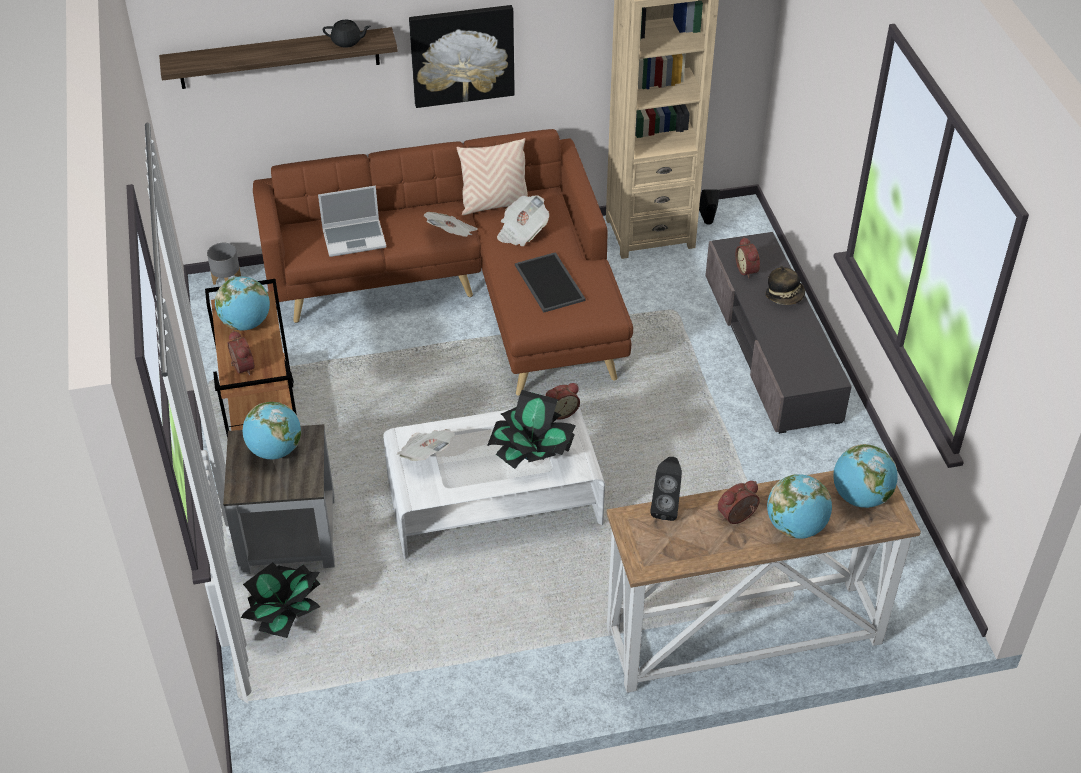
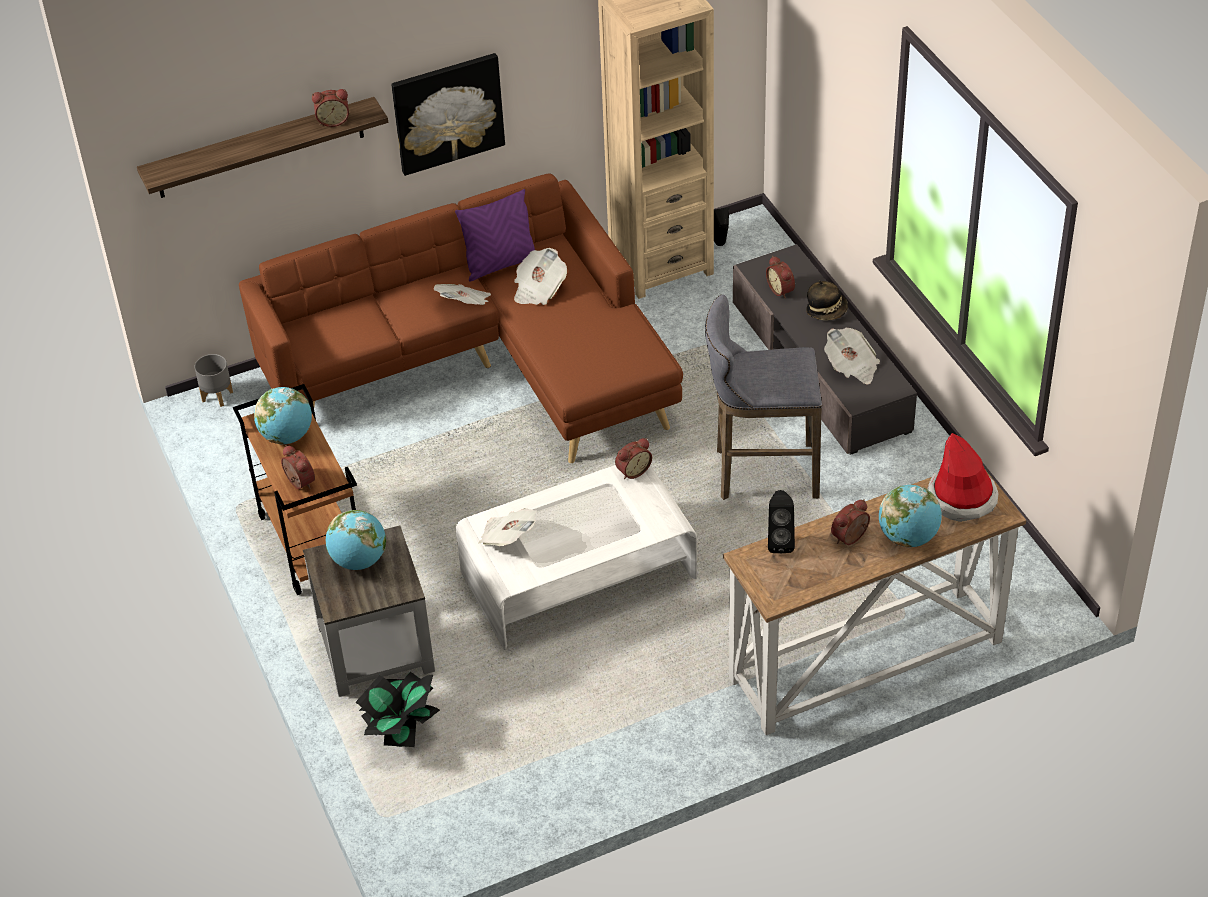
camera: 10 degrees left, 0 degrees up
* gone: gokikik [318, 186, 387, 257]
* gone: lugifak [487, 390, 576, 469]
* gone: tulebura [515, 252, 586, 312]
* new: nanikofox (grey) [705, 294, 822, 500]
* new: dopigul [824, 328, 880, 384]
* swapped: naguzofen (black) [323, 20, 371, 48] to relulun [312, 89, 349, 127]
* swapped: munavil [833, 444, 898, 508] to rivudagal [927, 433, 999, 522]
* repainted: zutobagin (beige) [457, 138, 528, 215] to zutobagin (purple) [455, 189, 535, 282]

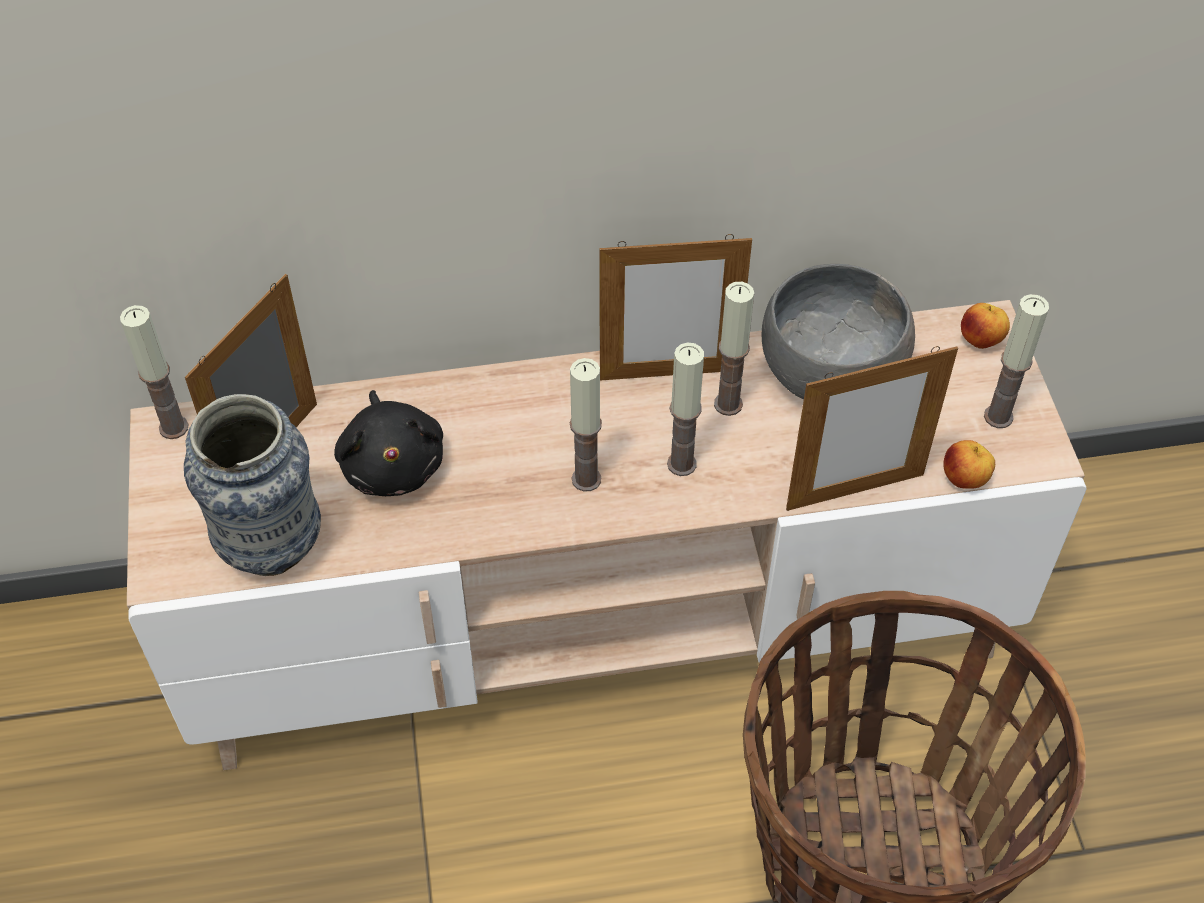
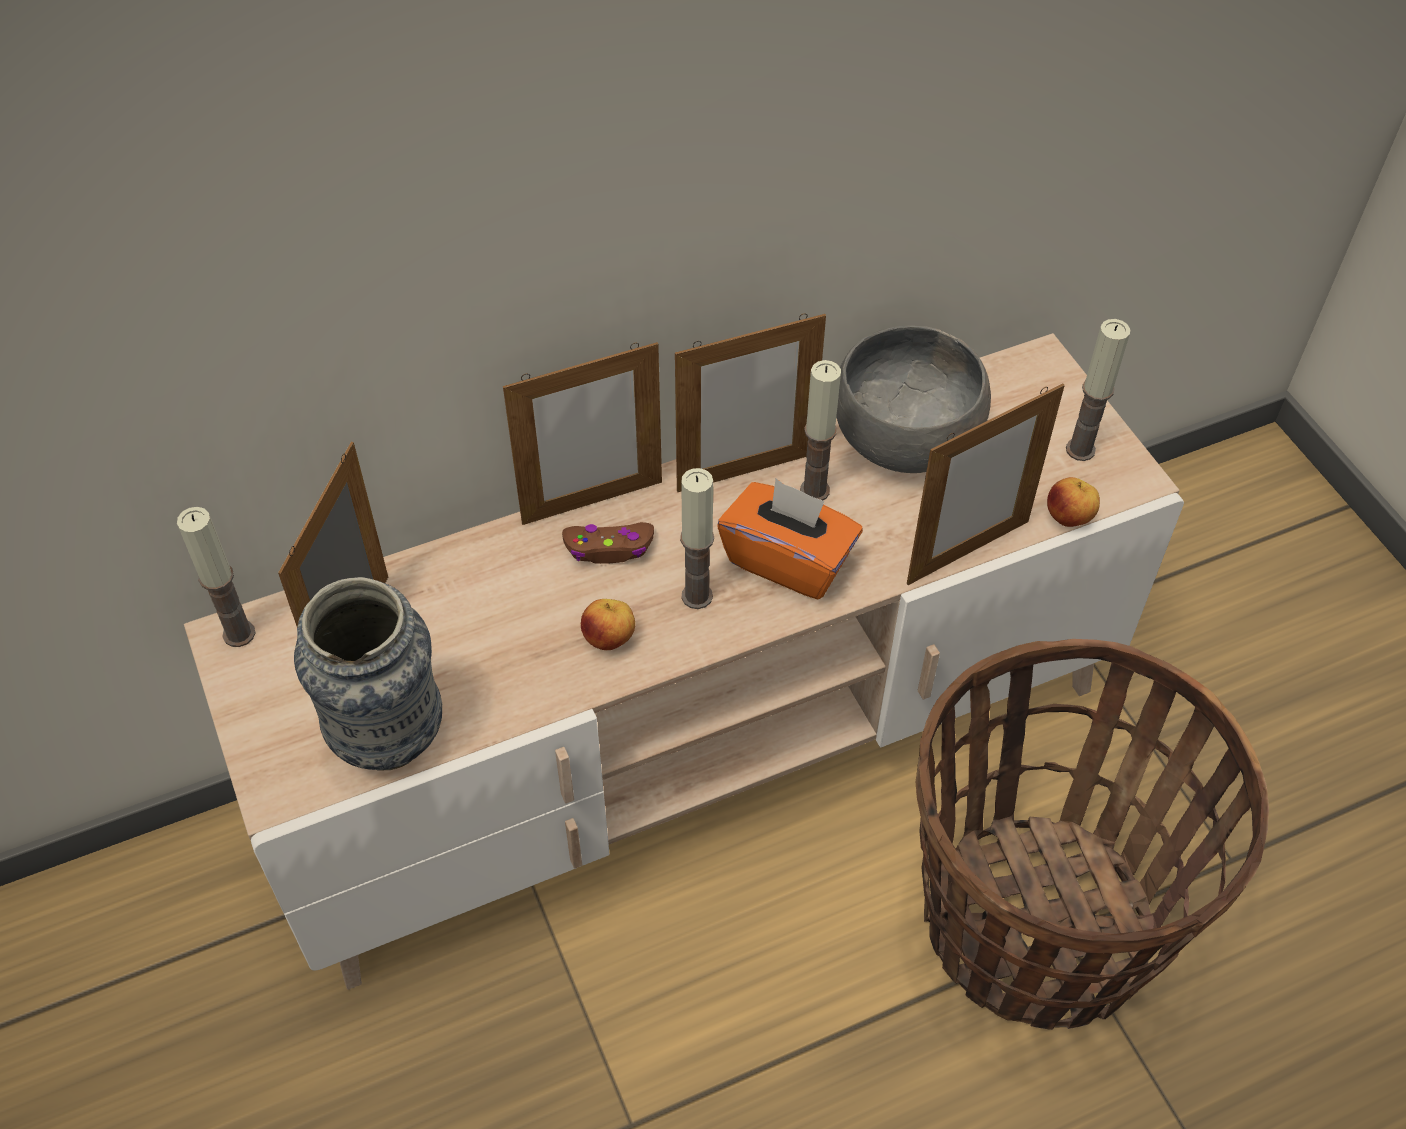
camera: 15 degrees left, 0 degrees up
* gone: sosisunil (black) [334, 390, 443, 496]
* new: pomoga [503, 342, 662, 525]
* new: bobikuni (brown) [562, 522, 654, 564]
* shifted: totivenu [961, 303, 1010, 349] to [581, 599, 635, 650]
* swapped: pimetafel [667, 342, 704, 476] to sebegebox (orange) [718, 479, 863, 600]

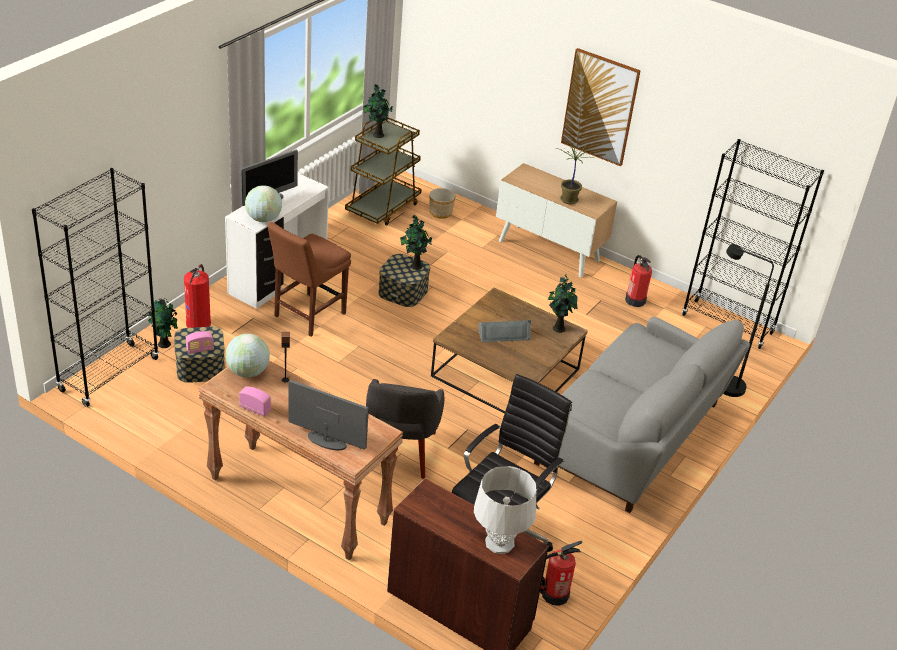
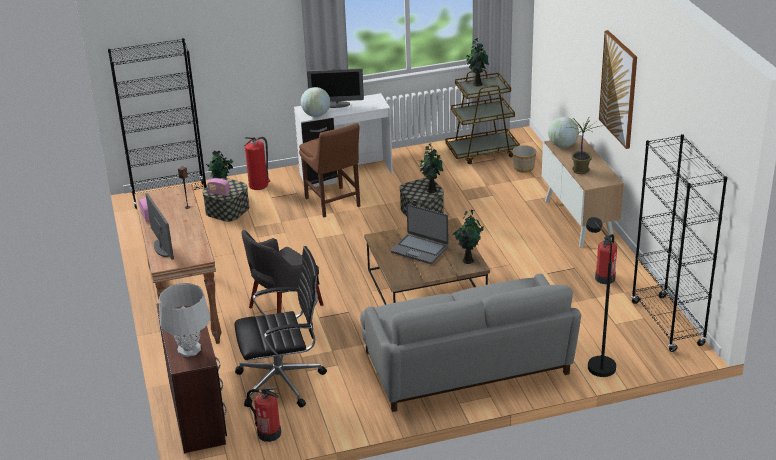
camera: 45 degrees right, 5 degrees down
* shifted: munavil [225, 334, 270, 378] to [548, 117, 579, 148]
* swapped: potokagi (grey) [479, 320, 531, 342] to gokikik [391, 204, 448, 264]
* rotated: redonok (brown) [267, 222, 351, 337] = [299, 123, 360, 217] 105 degrees counterclockwise

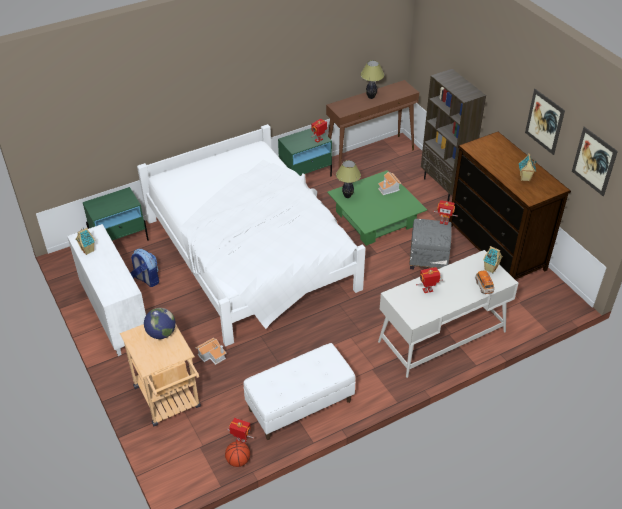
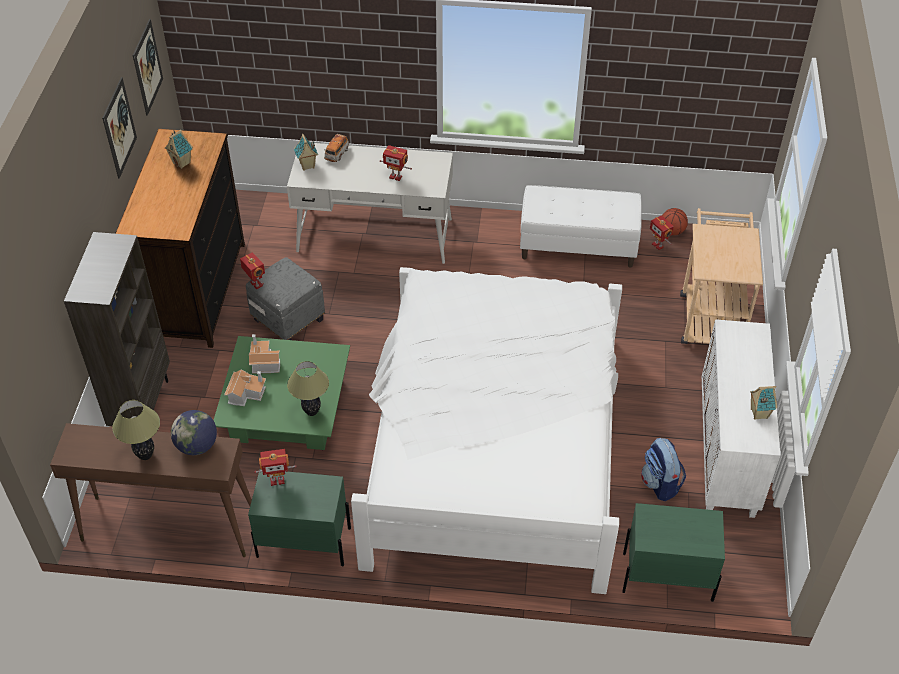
camera: 145 degrees left, 5 degrees up
* shifted: munavil [144, 308, 176, 339] to [171, 410, 217, 455]
* shifted: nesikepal [196, 338, 227, 365] to [249, 334, 280, 373]

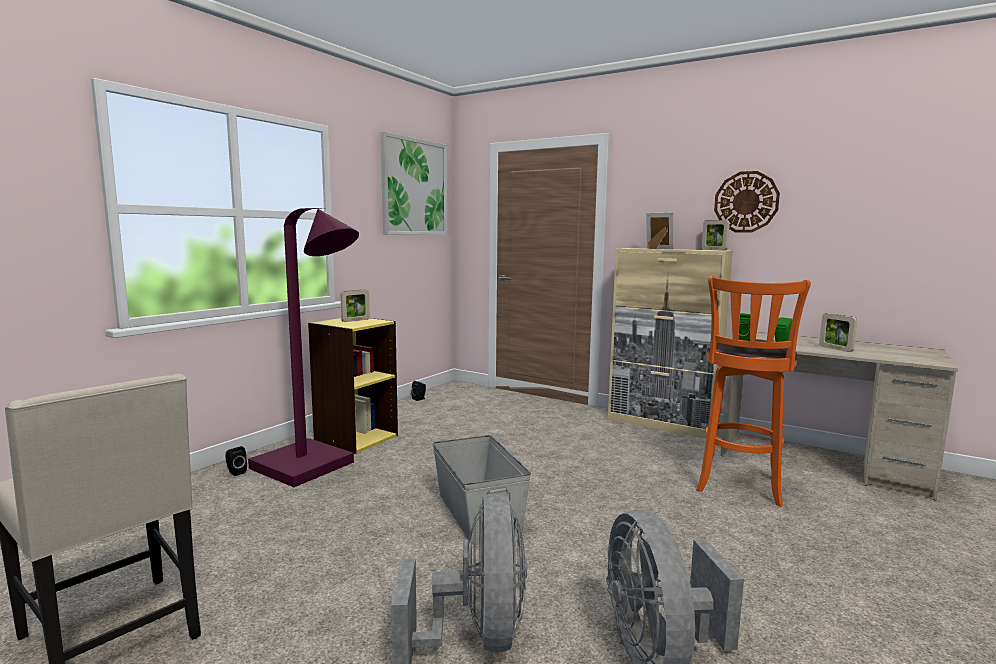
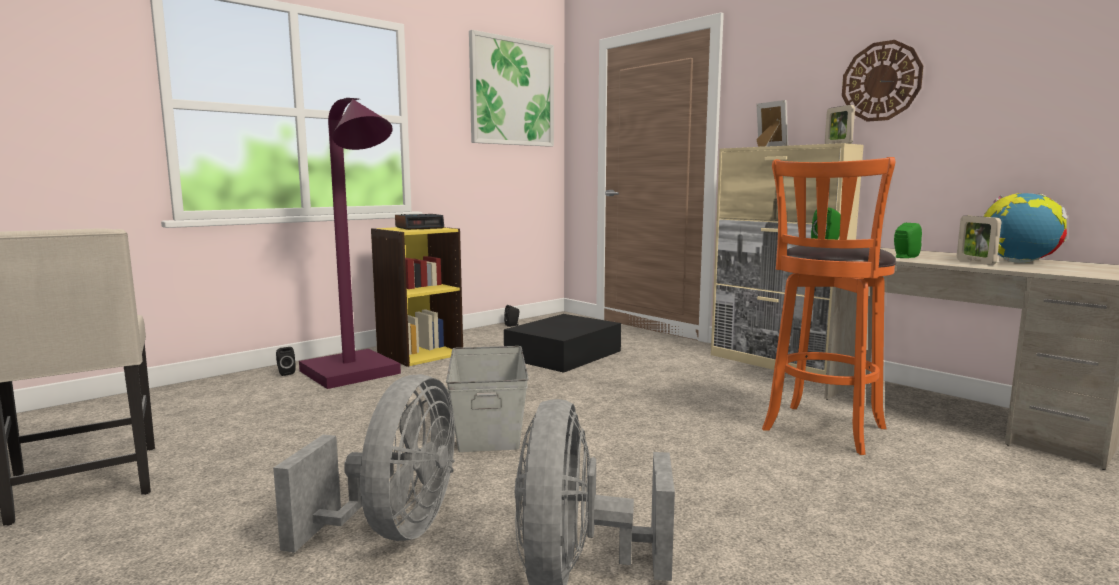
camera: 15 degrees right, 0 degrees up
* new: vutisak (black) [504, 314, 621, 373]
* new: munavil [983, 193, 1067, 263]
* swapped: pomoga [340, 290, 370, 322] to relulun [395, 214, 444, 230]

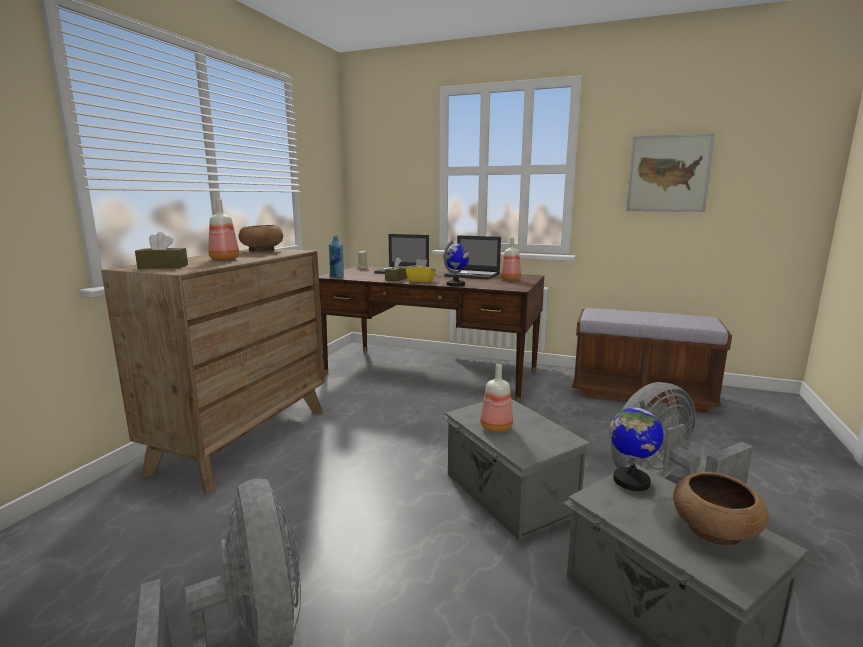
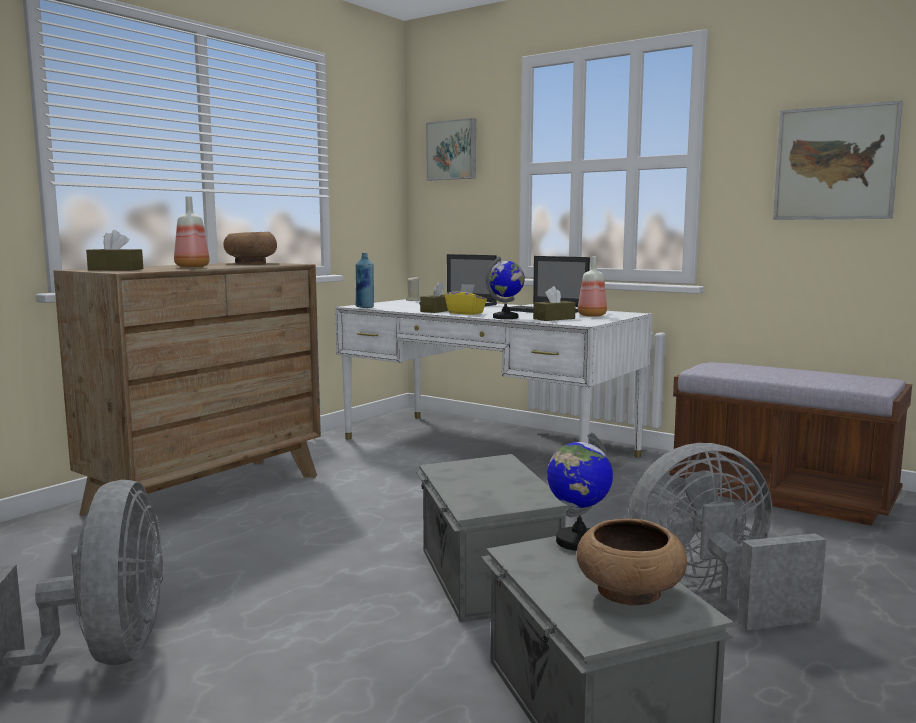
camera: 15 degrees right, 5 degrees down
* gone: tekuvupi [480, 364, 513, 432]
* new: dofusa [426, 118, 476, 180]
* new: sebegebox (brown) [533, 286, 576, 321]
* repainted: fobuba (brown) [319, 266, 544, 403] to fobuba (white) [335, 299, 652, 458]

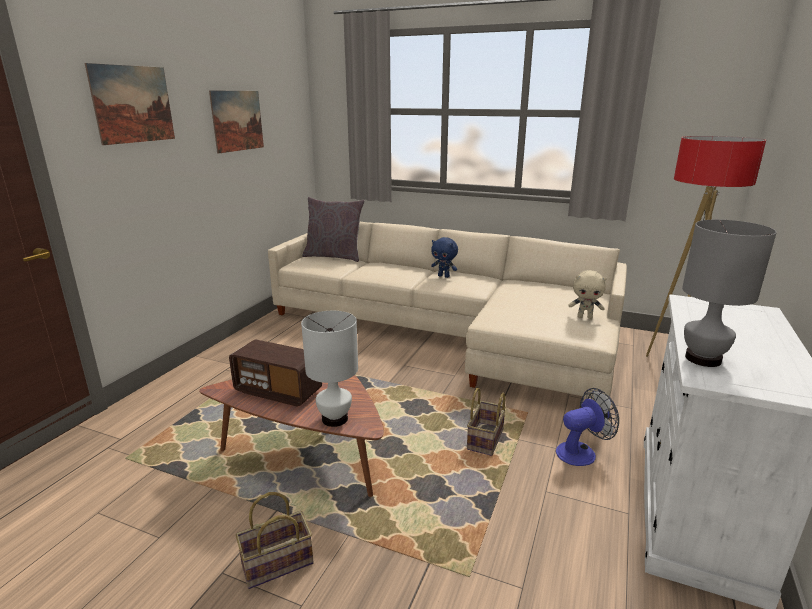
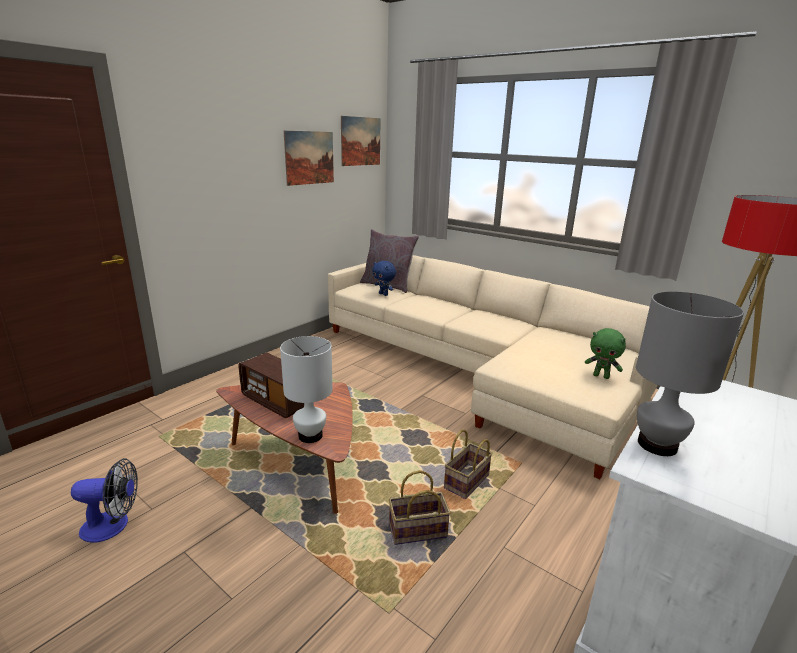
camera: 15 degrees right, 0 degrees up
* shifted: dofusa [85, 63, 175, 145] to [341, 116, 381, 166]
* shifted: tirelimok [236, 492, 314, 589] to [389, 470, 451, 545]
* shifted: sosisunil (blue) [431, 237, 458, 278] to [372, 261, 396, 296]
* shifted: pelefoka [556, 388, 619, 466] to [71, 458, 138, 543]
* repainted: sosisunil (beige) [569, 270, 607, 319] to sosisunil (green) [585, 328, 626, 379]

